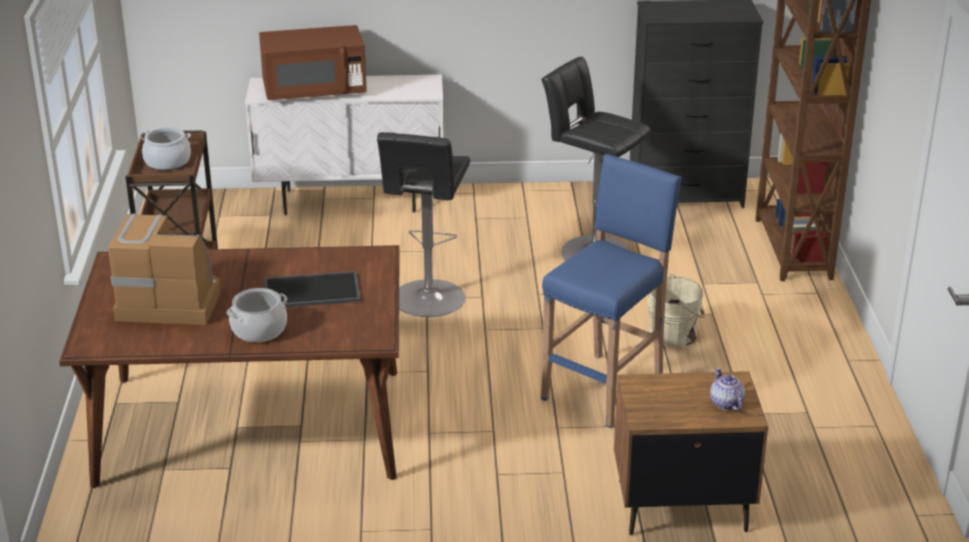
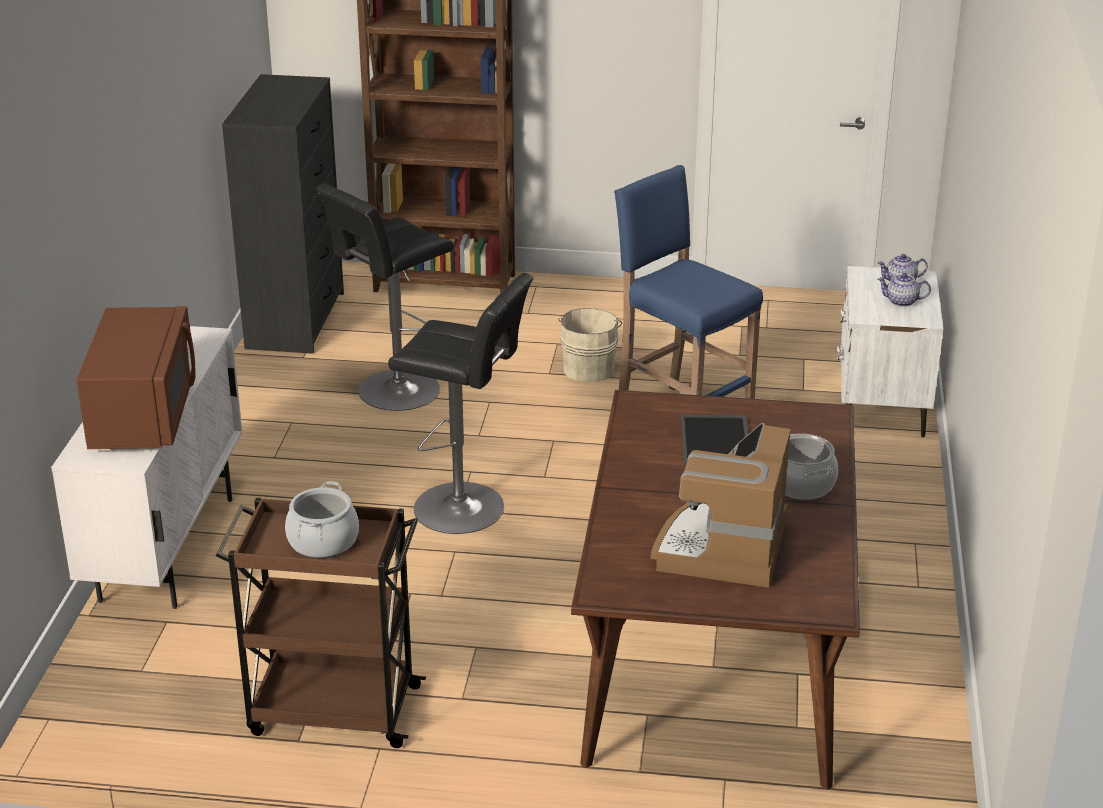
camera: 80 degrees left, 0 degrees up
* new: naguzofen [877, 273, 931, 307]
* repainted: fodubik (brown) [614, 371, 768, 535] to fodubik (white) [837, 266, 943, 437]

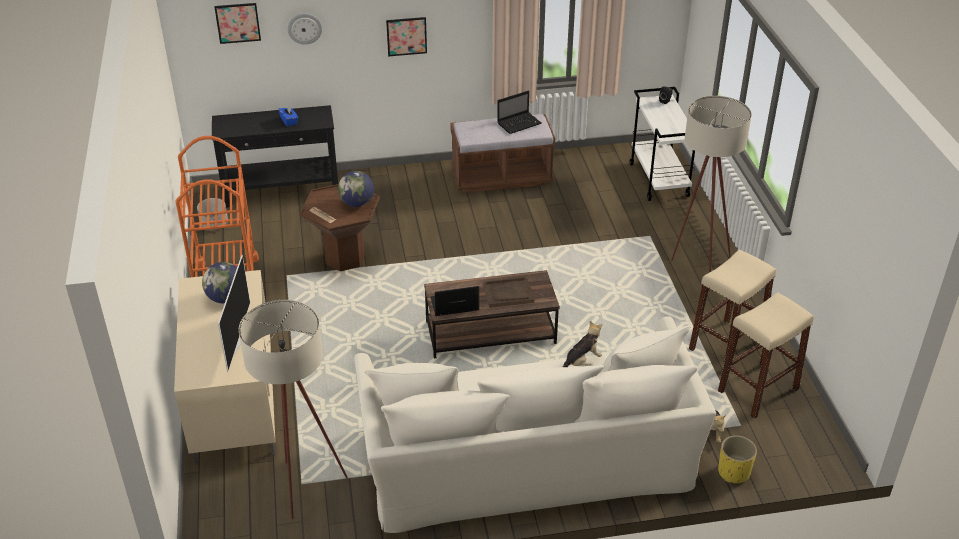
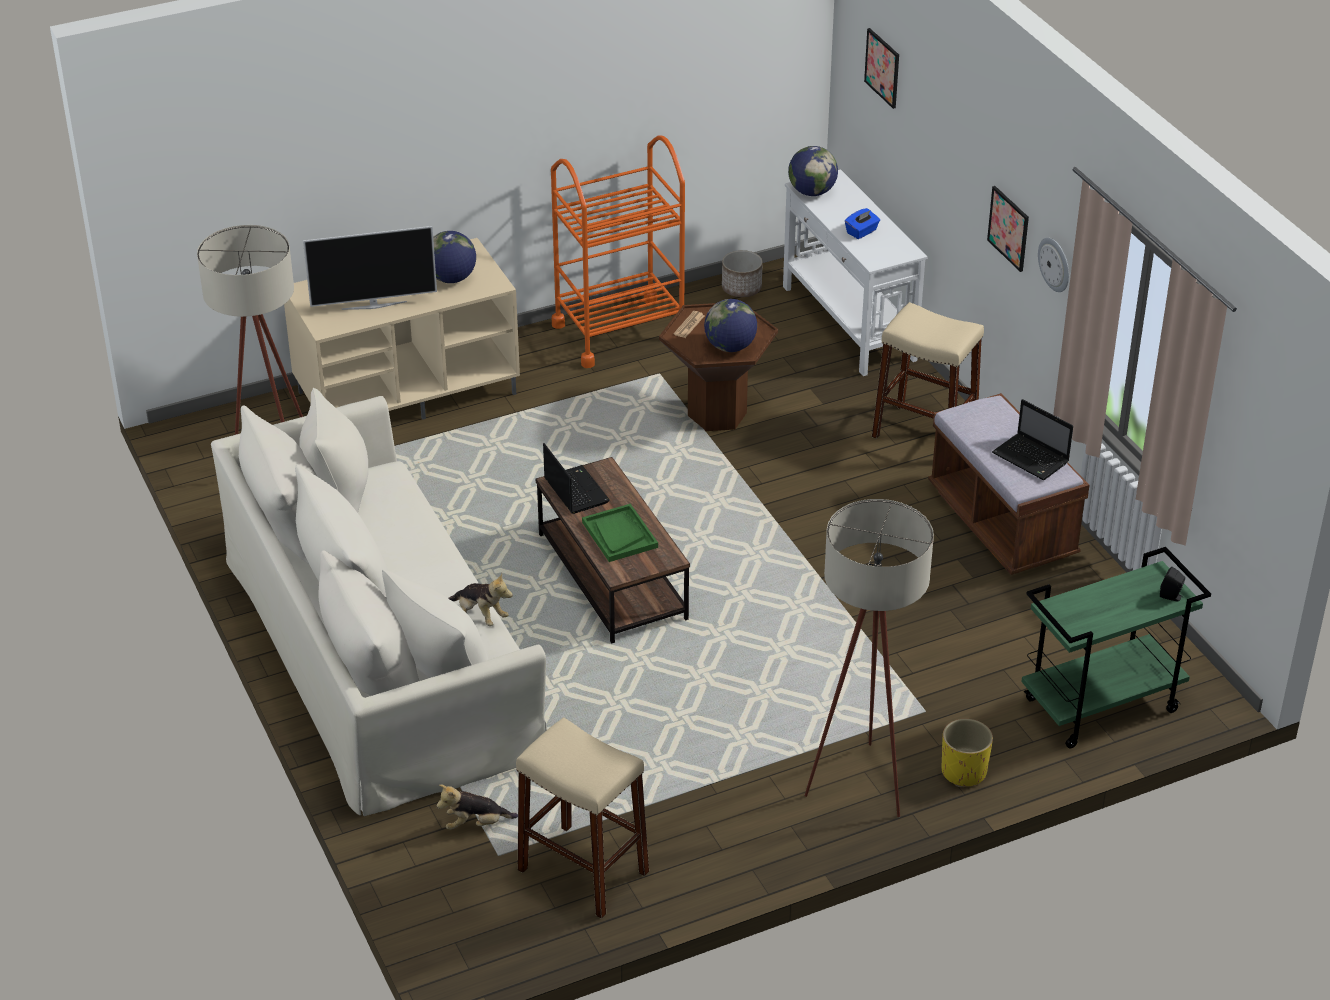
camera: 75 degrees right, 0 degrees up
* new: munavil [788, 146, 838, 196]
* shifted: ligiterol [288, 13, 322, 45] to [1038, 237, 1069, 292]
* shifted: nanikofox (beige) [689, 250, 776, 363] to [872, 302, 984, 439]
* shifted: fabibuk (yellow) [718, 436, 757, 483] to [941, 719, 993, 787]
* repainted: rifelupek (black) [212, 105, 338, 208] to rifelupek (white) [783, 169, 927, 376]
* repainted: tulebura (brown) [483, 277, 534, 308] to tulebura (green) [582, 504, 658, 562]
* repainted: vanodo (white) [630, 87, 695, 201] to vanodo (green) [1021, 547, 1211, 748]

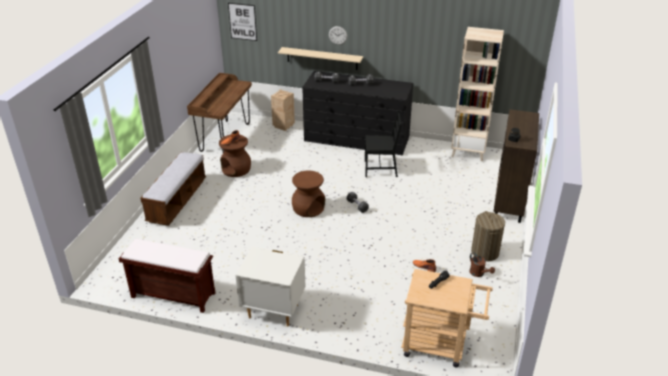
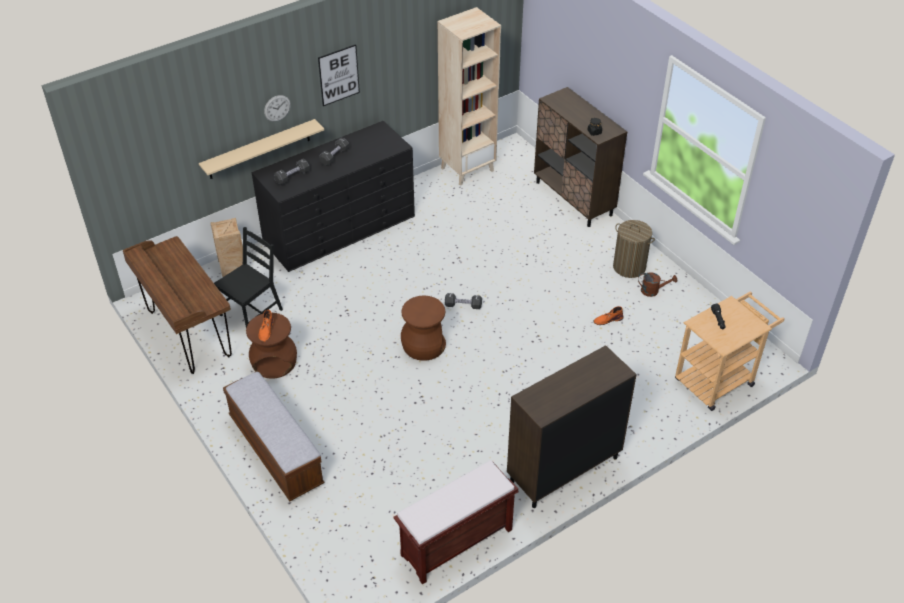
camera: 50 degrees left, 10 degrees up
* shifted: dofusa [228, 3, 257, 41] to [318, 44, 360, 106]
* shifted: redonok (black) [365, 110, 402, 177] to [214, 227, 283, 328]
* swapped: fodubik (white) [235, 246, 305, 326] to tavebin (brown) [507, 345, 637, 508]

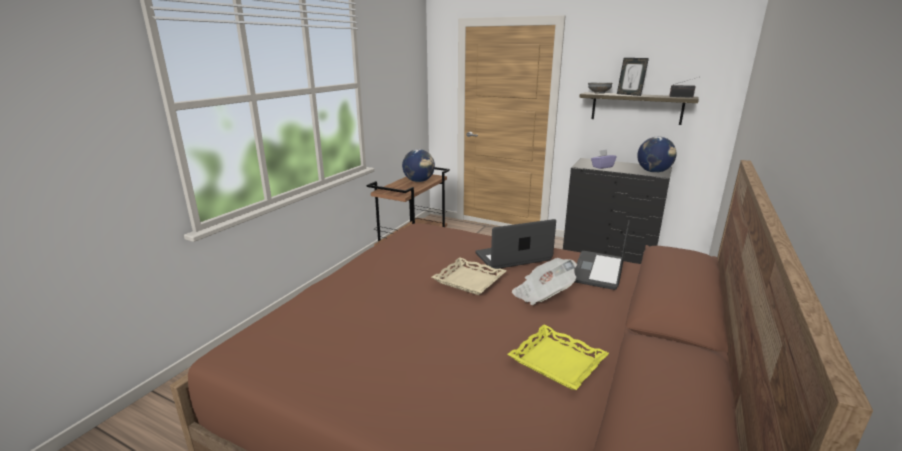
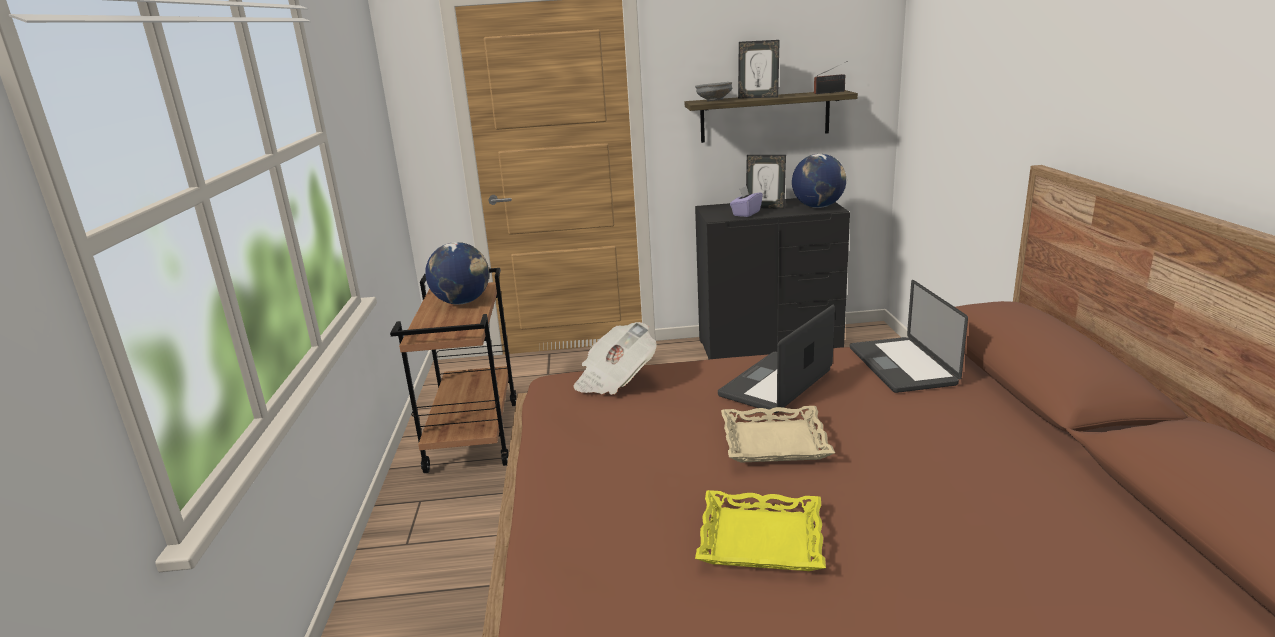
camera: 30 degrees left, 0 degrees up
* new: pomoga [746, 155, 786, 209]
* shifted: tulebura (yellow) [507, 324, 609, 390] to [695, 490, 826, 571]
* shifted: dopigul [512, 258, 577, 305] to [573, 322, 657, 395]

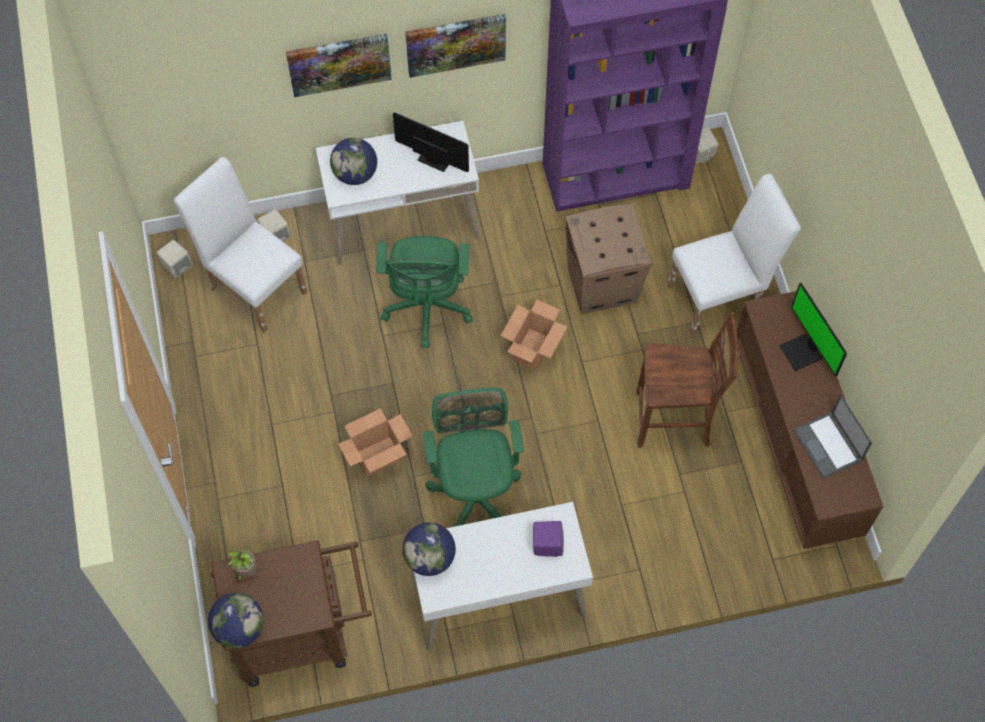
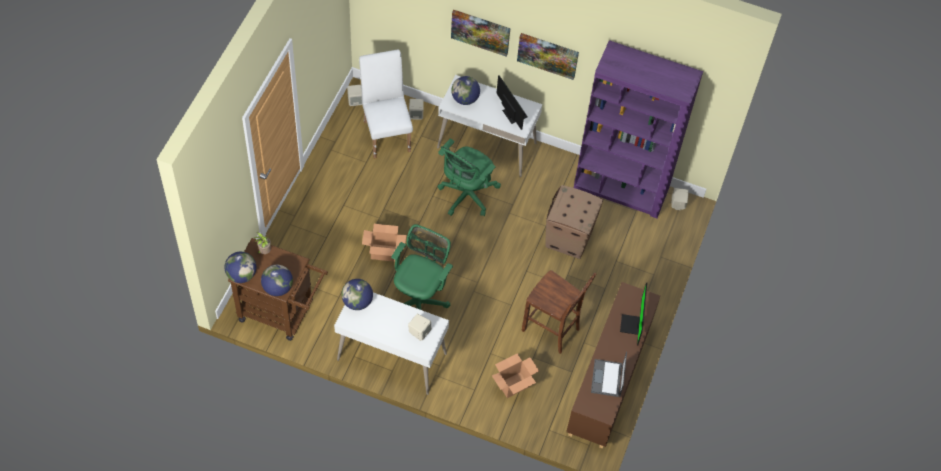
camera: 30 degrees right, 5 degrees down
* gone: redonok (white) [667, 174, 801, 335]
* new: munavil [261, 264, 293, 296]
* shifted: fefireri [501, 300, 568, 370] to [492, 353, 539, 398]
* repainted: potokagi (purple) [533, 521, 564, 557] to potokagi (beige) [408, 314, 432, 341]

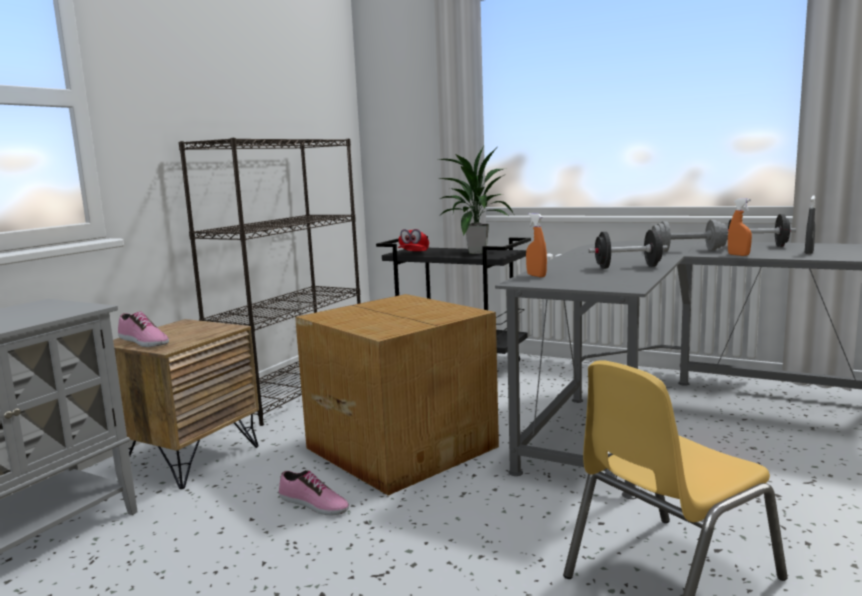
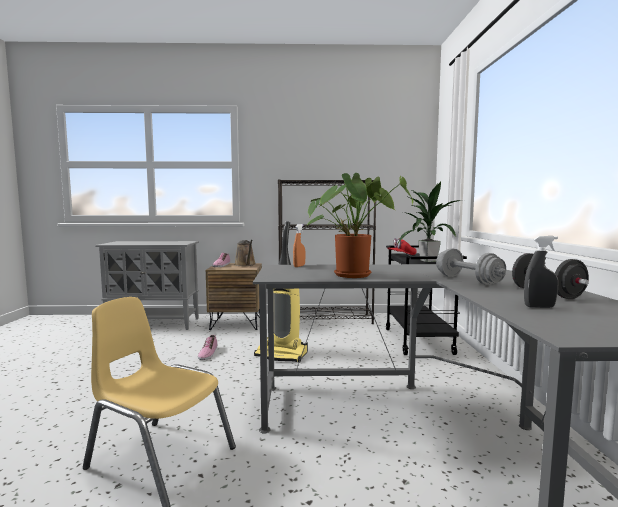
camera: 60 degrees right, 5 degrees down
* gone: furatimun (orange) [728, 199, 752, 256]
* new: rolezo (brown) [234, 240, 256, 266]
* swapped: fefireri [295, 294, 499, 496] to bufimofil [254, 221, 308, 362]
* swapped: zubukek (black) [589, 230, 668, 269] to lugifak [306, 173, 414, 278]

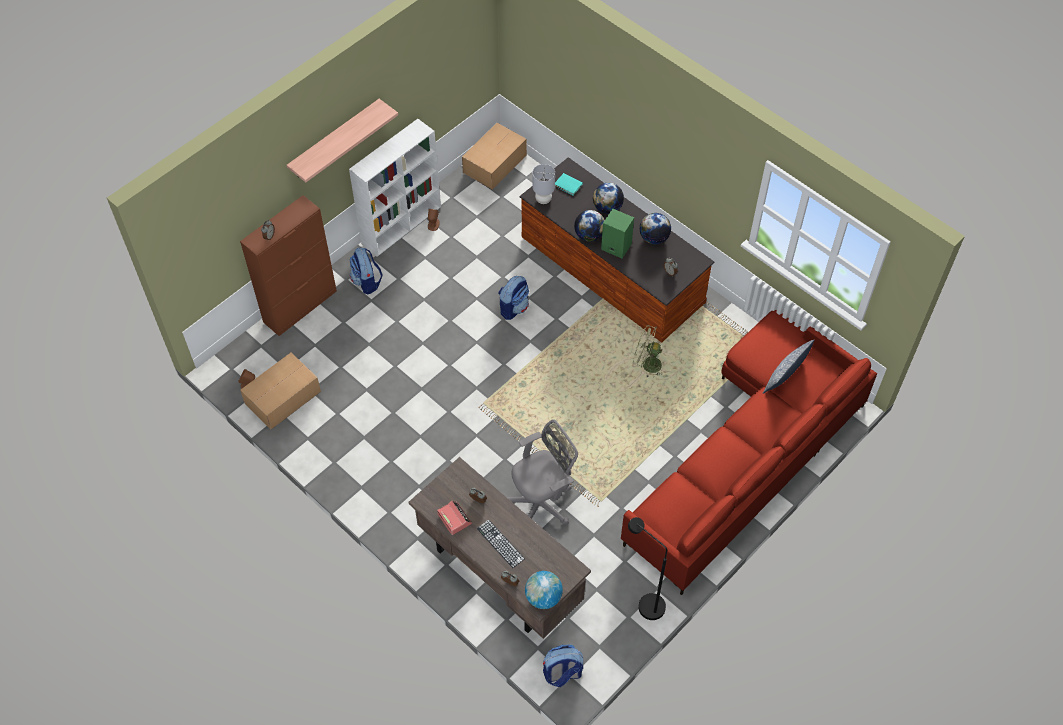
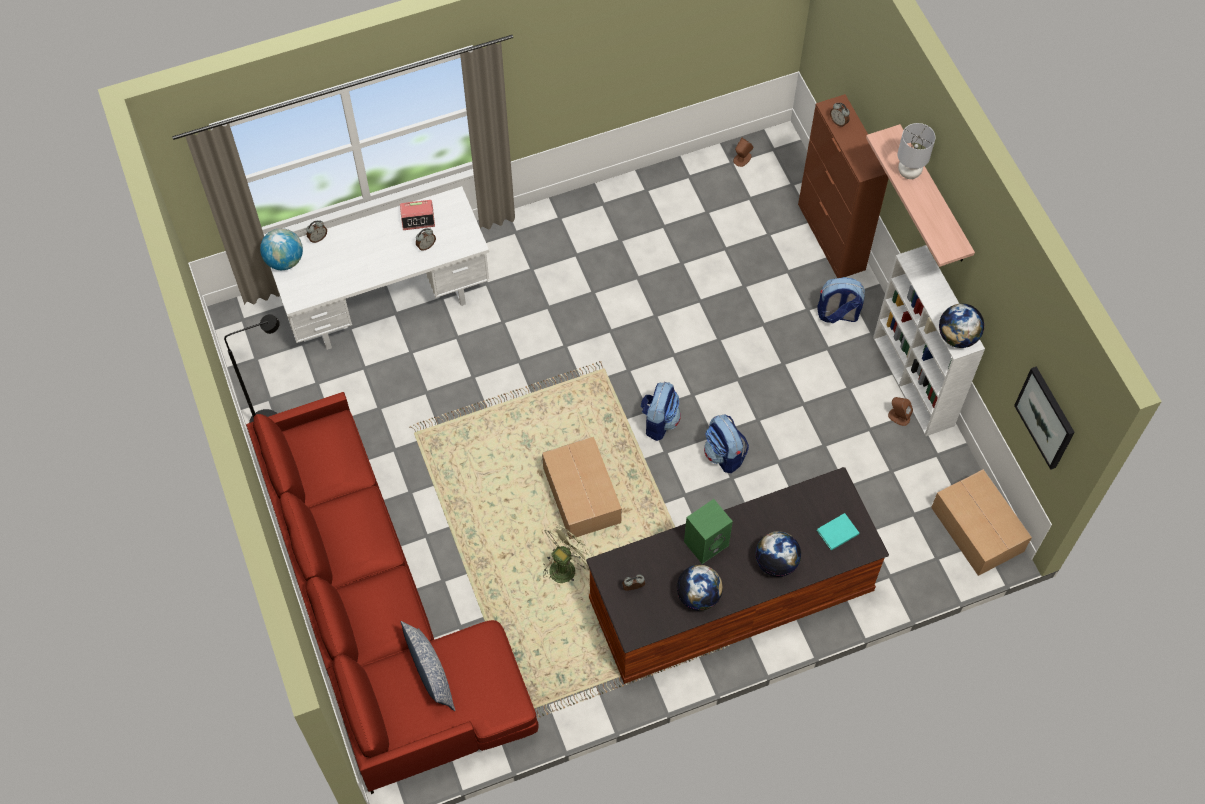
camera: 115 degrees right, 5 degrees up
* gone: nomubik [477, 520, 525, 568]
* gone: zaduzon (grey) [507, 419, 578, 524]
* new: dofusa [1014, 366, 1075, 470]
* shifted: fefireri [240, 353, 321, 429] to [542, 437, 622, 539]
* shifted: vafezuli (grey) [533, 164, 555, 204] to [898, 123, 935, 179]
* shifted: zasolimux [543, 644, 583, 687] to [641, 382, 681, 441]
* shifted: munavil [574, 210, 605, 242] to [939, 304, 984, 348]
* repainted: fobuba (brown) [409, 457, 591, 639] to fobuba (white) [270, 186, 490, 350]

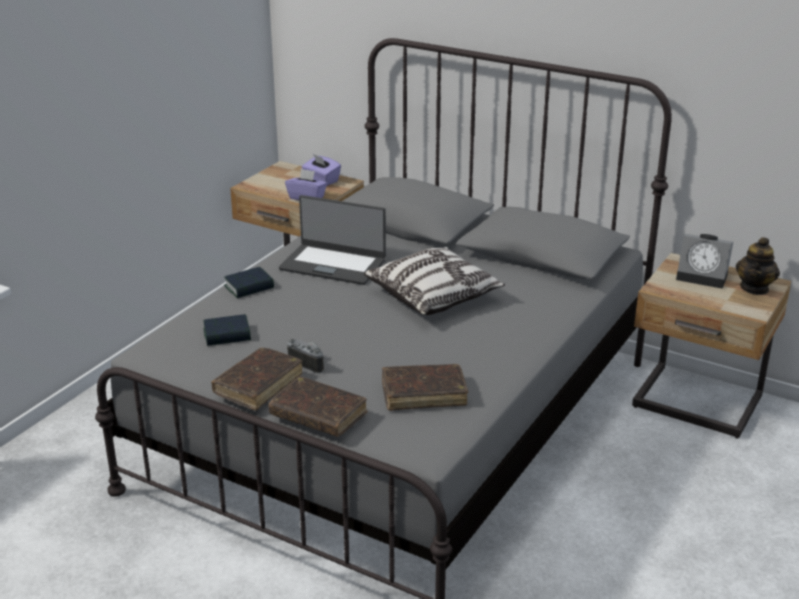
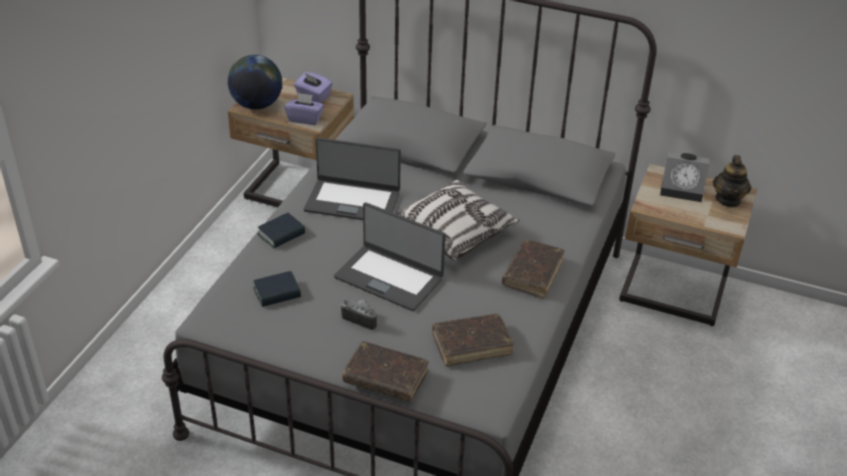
camera: 10 degrees left, 10 degrees up
* new: munavil [228, 55, 282, 110]
* new: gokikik [334, 202, 446, 311]
* shifted: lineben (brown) [211, 348, 302, 410] to [502, 240, 565, 298]

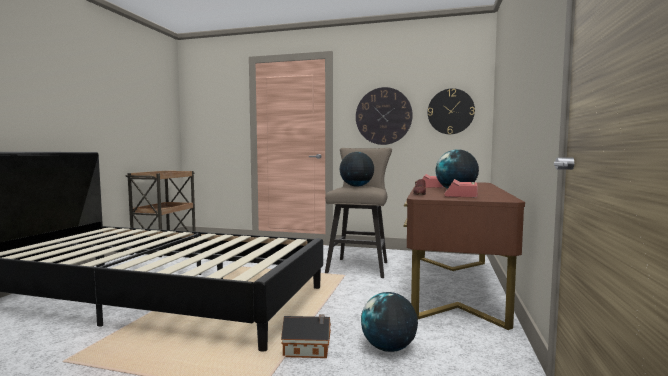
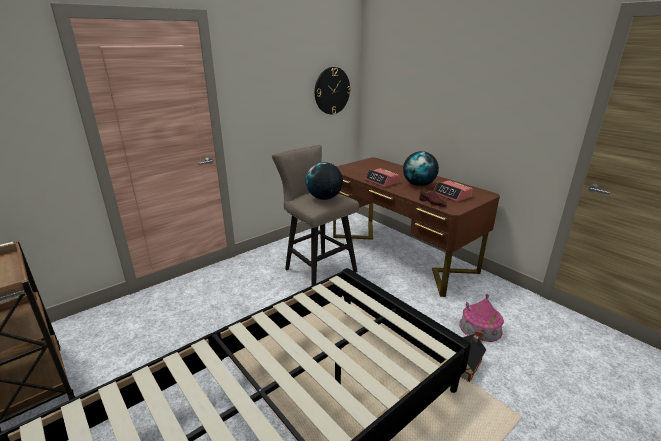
camera: 55 degrees left, 20 degrees up
* gone: ligiterol [356, 87, 413, 145]
* swapped: munavil [361, 292, 418, 352] to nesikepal [459, 294, 504, 342]

